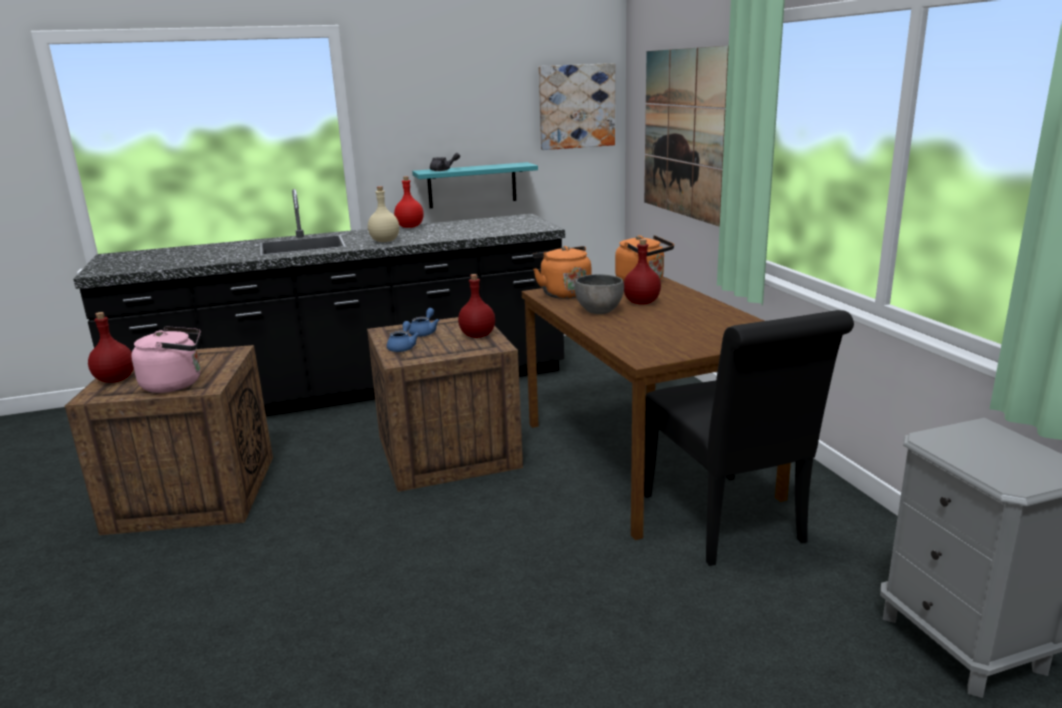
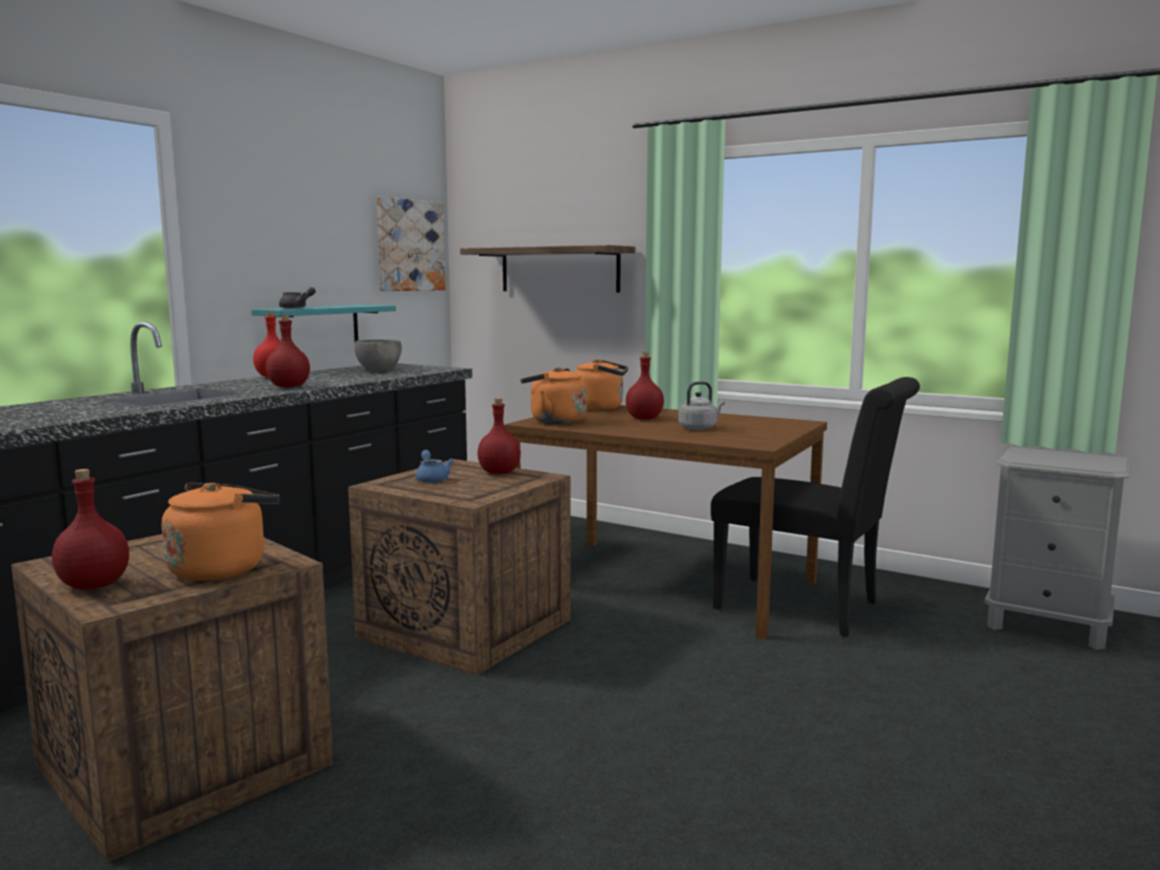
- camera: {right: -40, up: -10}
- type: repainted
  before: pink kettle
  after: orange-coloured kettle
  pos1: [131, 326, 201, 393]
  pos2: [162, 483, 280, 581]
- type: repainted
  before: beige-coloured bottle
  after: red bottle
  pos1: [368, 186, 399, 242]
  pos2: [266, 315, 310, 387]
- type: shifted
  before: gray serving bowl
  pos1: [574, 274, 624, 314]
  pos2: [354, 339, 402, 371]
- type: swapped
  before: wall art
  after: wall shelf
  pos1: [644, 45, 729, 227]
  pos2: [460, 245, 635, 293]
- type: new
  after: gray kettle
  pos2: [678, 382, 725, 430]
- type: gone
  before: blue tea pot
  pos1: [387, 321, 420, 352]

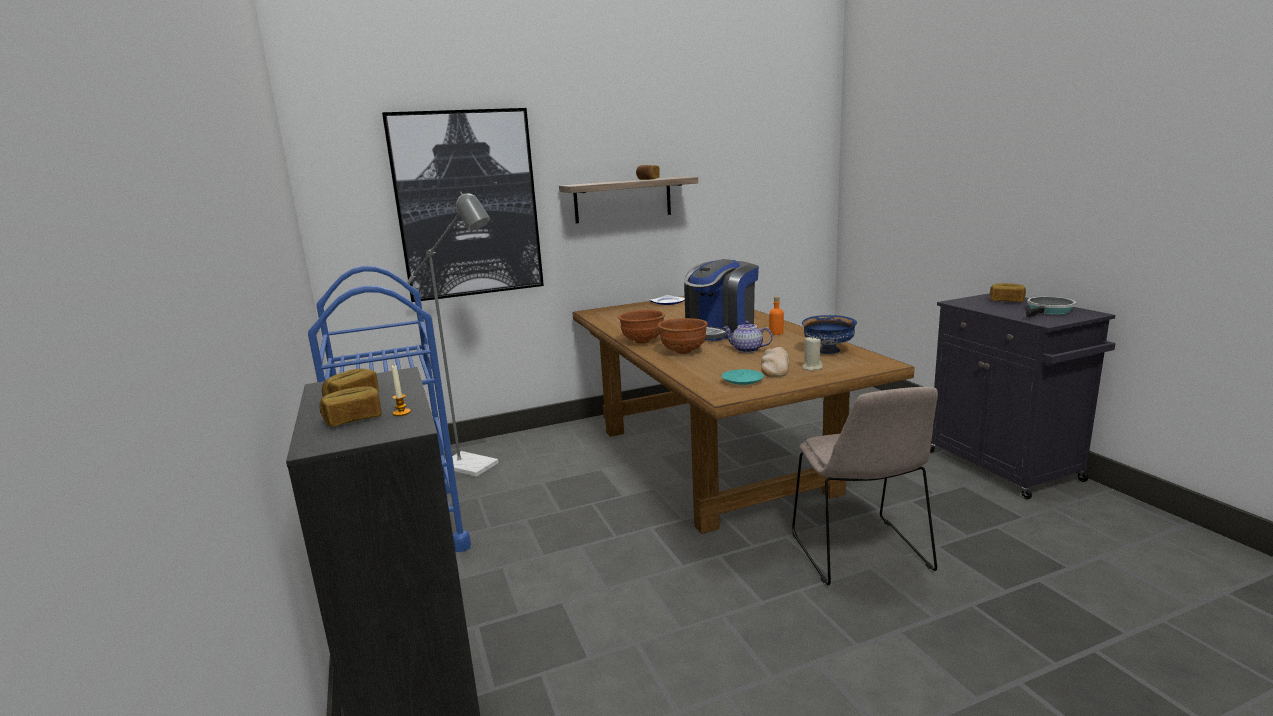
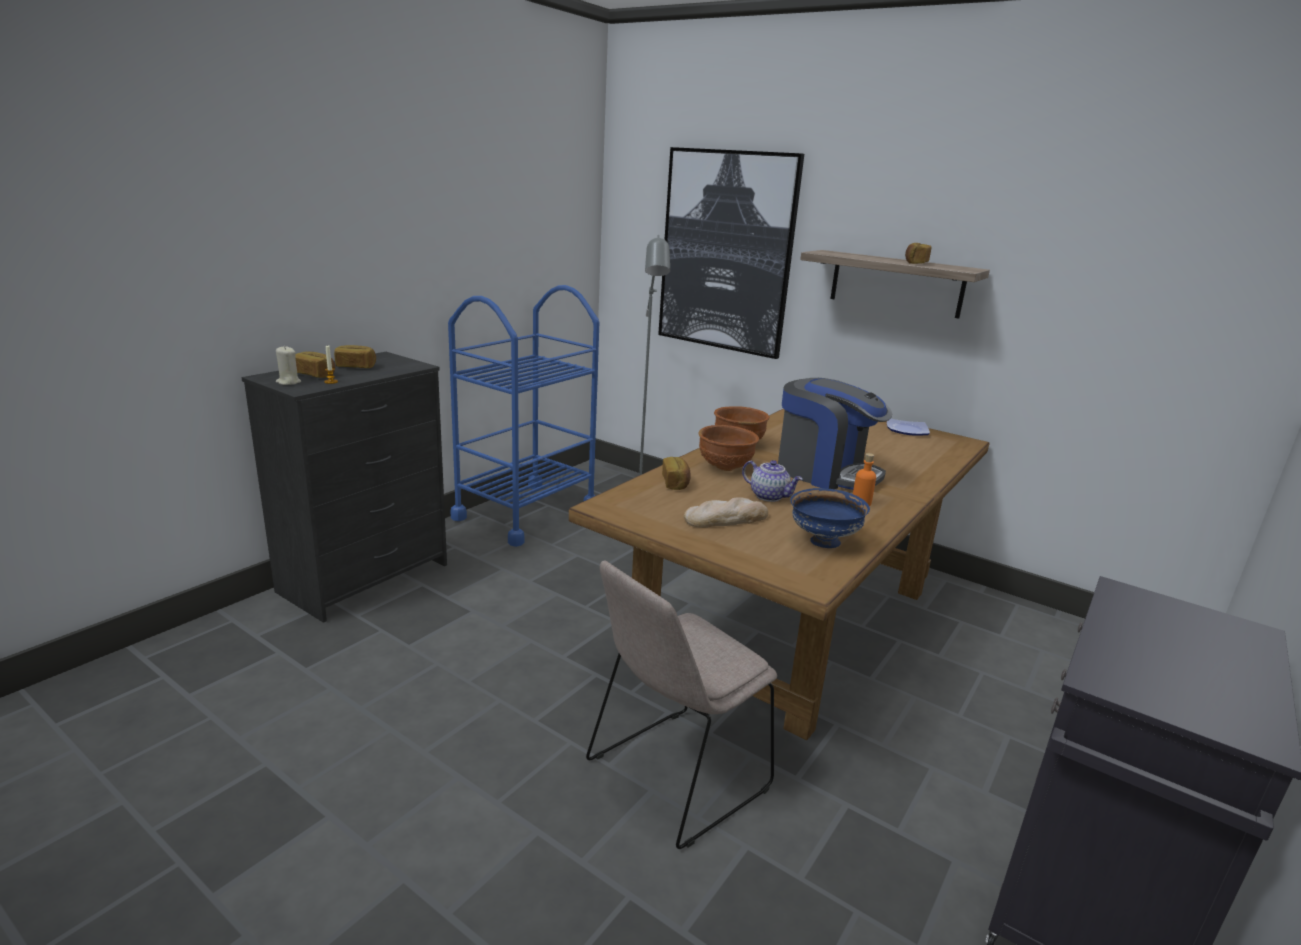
- camera: {right: 55, up: 5}
- type: shifted
  before: beige-coloured wax candle
  pos1: [802, 337, 823, 371]
  pos2: [276, 346, 301, 385]
- type: shifted
  before: bread
  pos1: [990, 283, 1026, 302]
  pos2: [662, 457, 691, 490]
- type: rotated
  before: tea pot
  pos1: [723, 321, 773, 353]
  pos2: [742, 460, 803, 502]
  turn: 135
- type: rotated
  before: coffee brewer
  pos1: [684, 259, 759, 341]
  pos2: [778, 378, 892, 490]
  turn: -150
- type: gone
  before: turquoise-coloured plate
  pos1: [722, 369, 764, 385]
- type: gone
  before: skillet
  pos1: [1026, 297, 1076, 318]

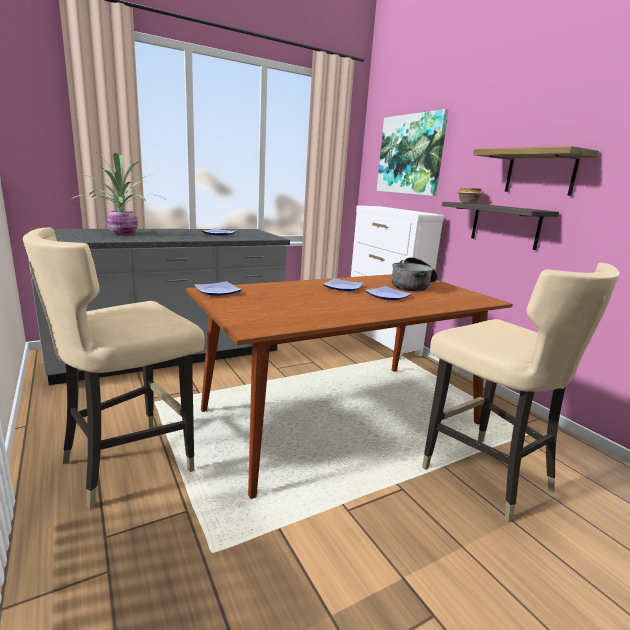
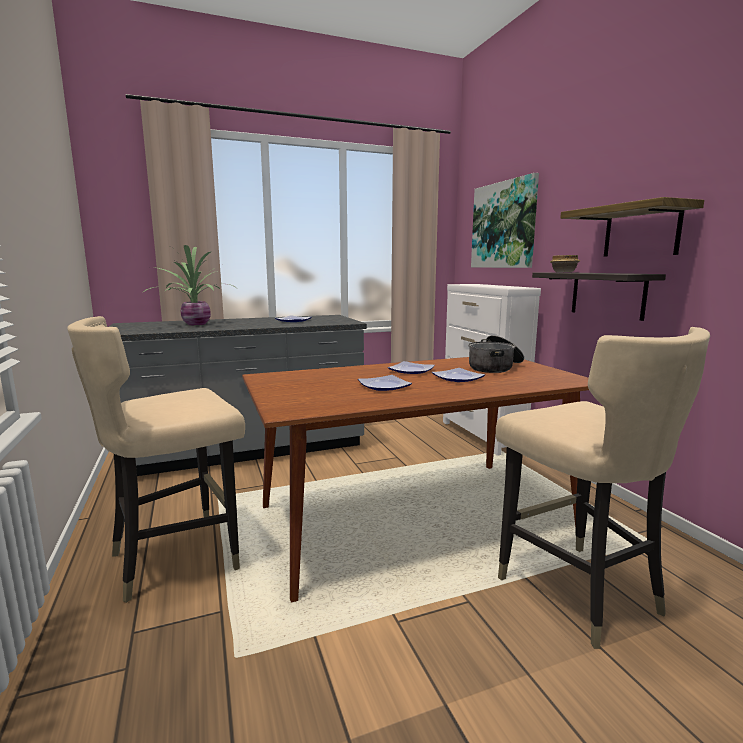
- camera: {right: 10, up: -5}
- type: shifted
  before: plate
  pos1: [194, 281, 242, 296]
  pos2: [358, 375, 412, 391]

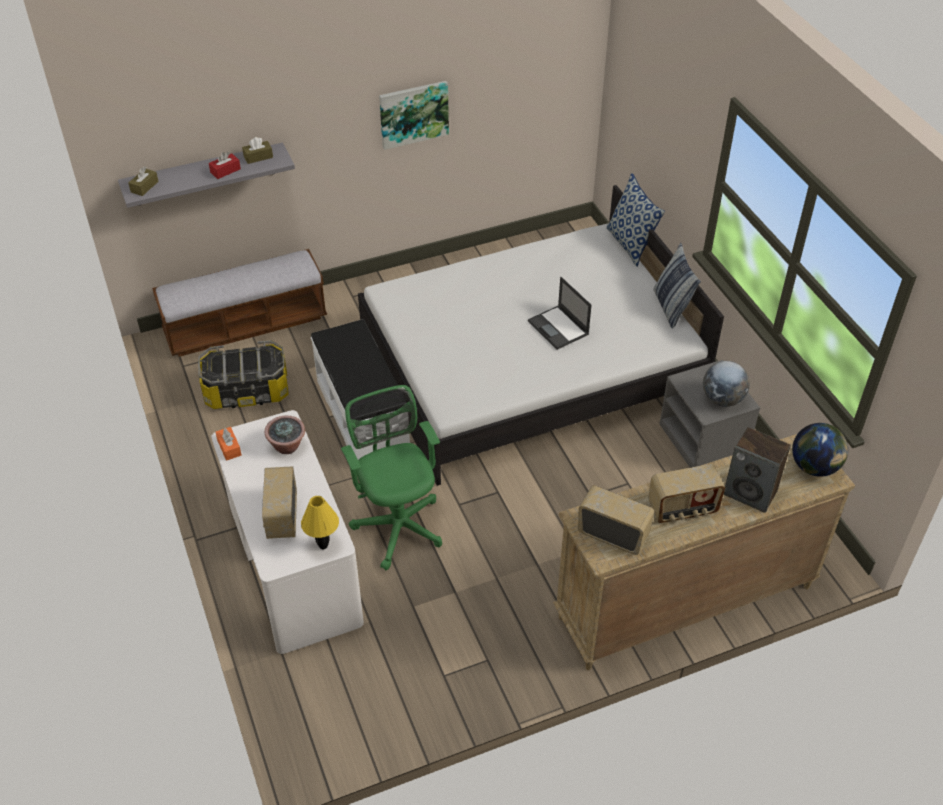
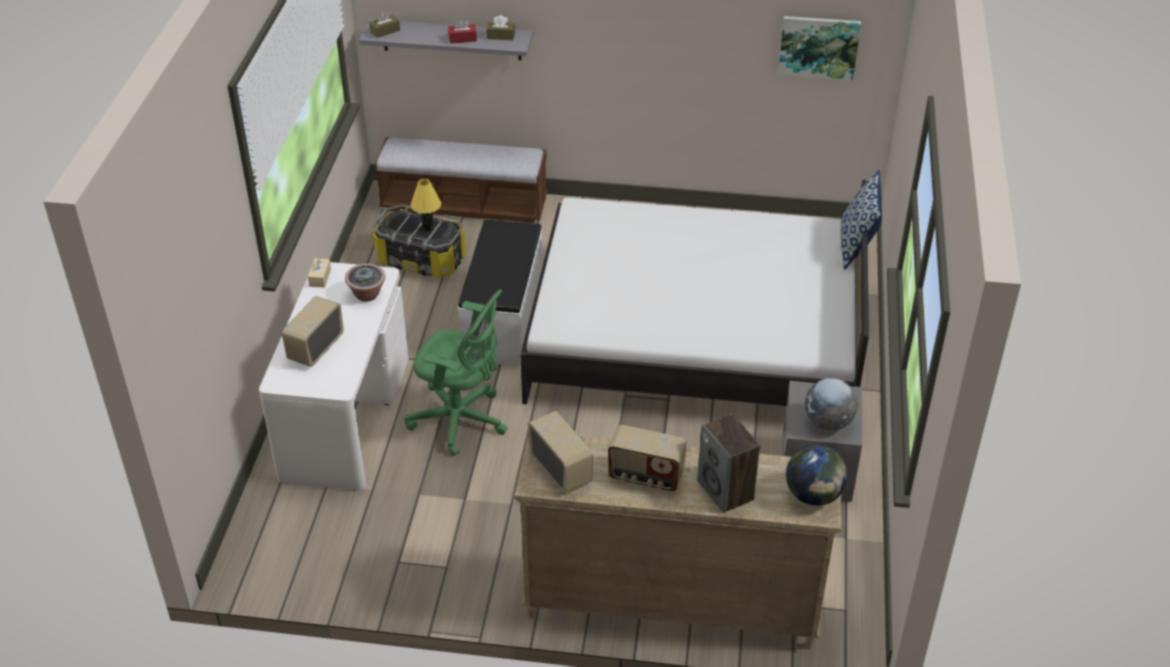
- camera: {right: 30, up: -5}
- type: repainted
  before: orange-coloured tissue box
  after: beige-coloured tissue box
  pos1: [215, 427, 242, 461]
  pos2: [308, 256, 331, 288]
- type: rotated
  before: green computer chair
  pos1: [341, 385, 442, 570]
  pos2: [404, 290, 507, 456]
  turn: 105
- type: shifted
  before: yellow lamp for a table
  pos1: [301, 496, 339, 549]
  pos2: [411, 179, 441, 231]
- type: shifted
  before: wall art
  pos1: [379, 81, 449, 150]
  pos2: [778, 16, 861, 81]
- type: gone
  before: notebook computer
  pos1: [528, 277, 591, 350]
- type: gone
  before: throw pillow
  pos1: [653, 243, 701, 329]

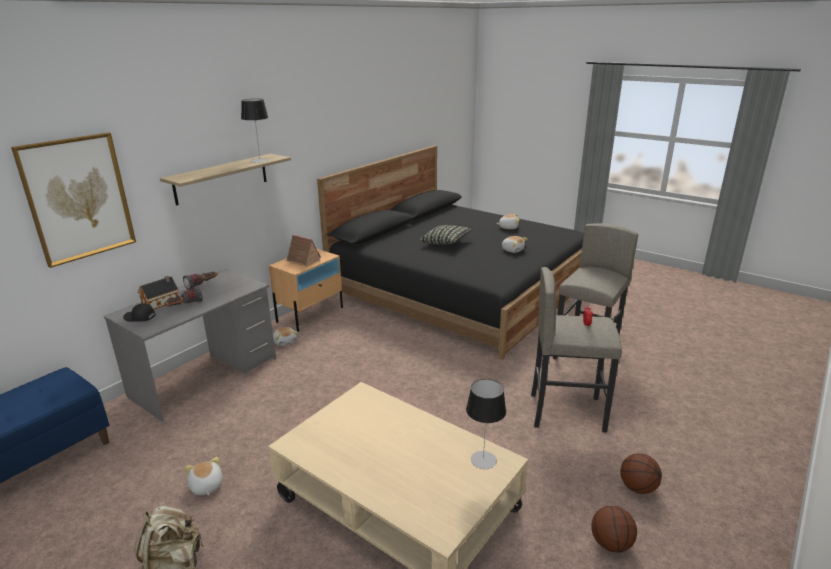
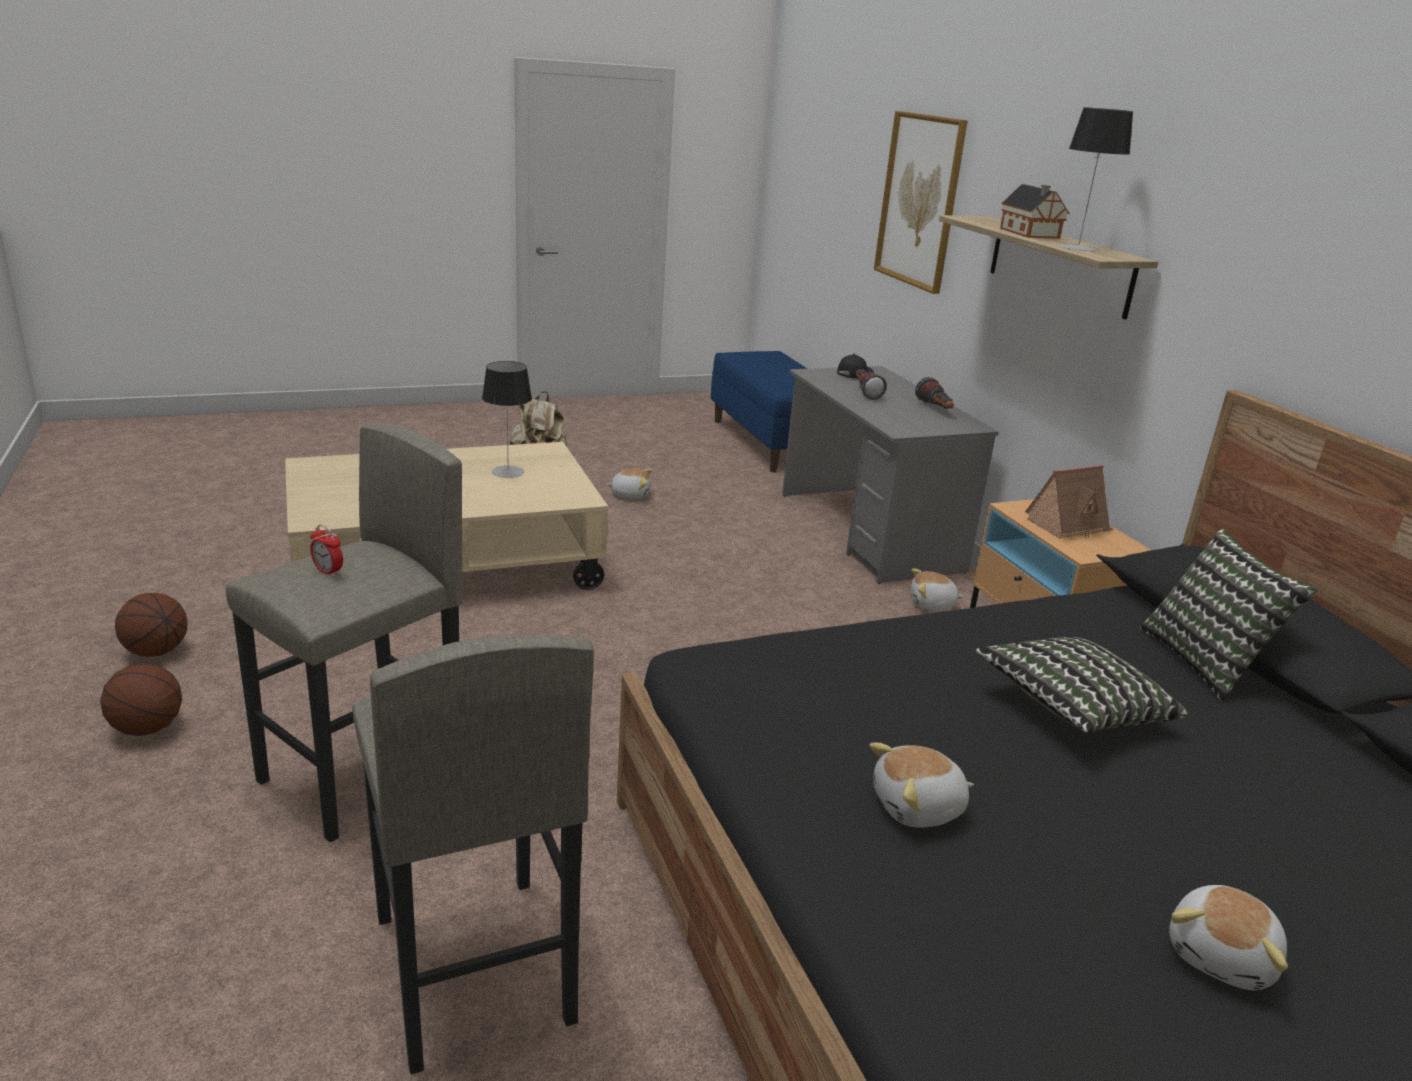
- camera: {right: 120, up: 0}
- type: shifted
  before: lamp for a table
  pos1: [466, 379, 506, 469]
  pos2: [482, 361, 532, 478]
- type: shifted
  before: toy house
  pos1: [138, 276, 179, 309]
  pos2: [1000, 184, 1070, 239]
- type: new
  after: throw pillow
  pos2: [1140, 529, 1318, 701]

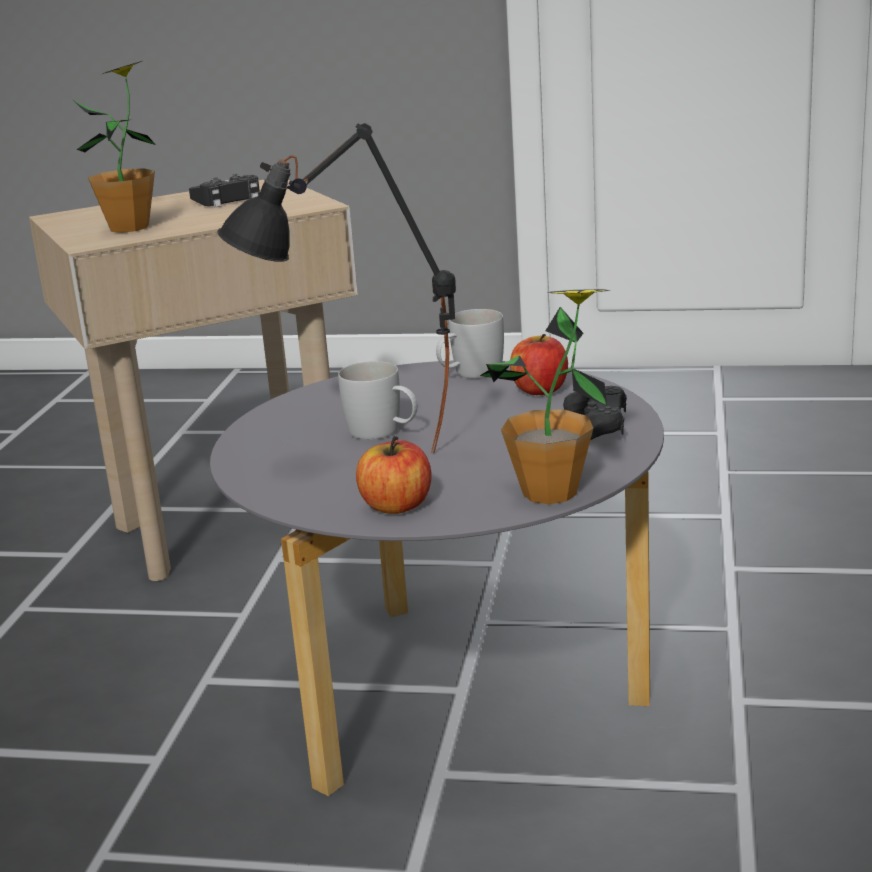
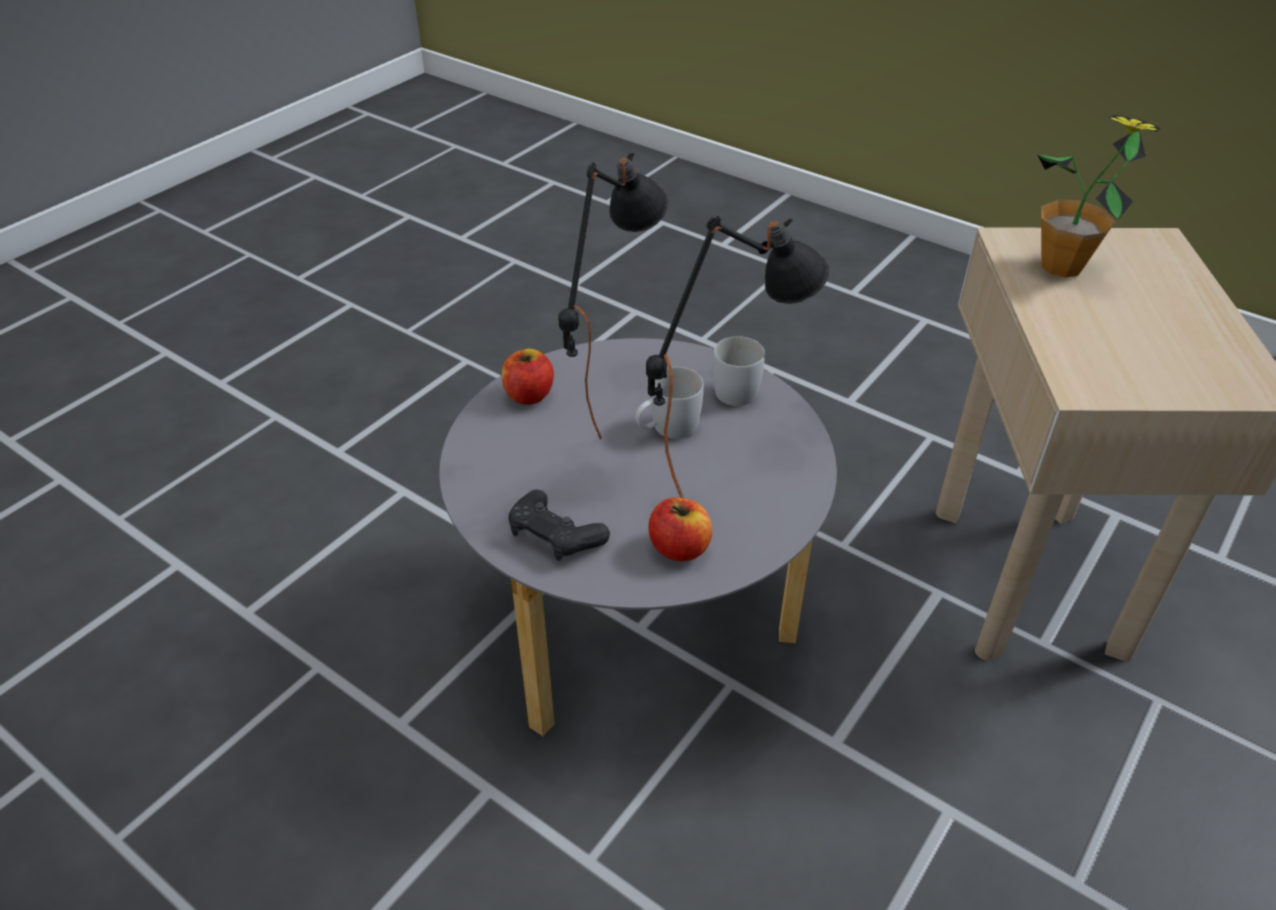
- camera: {right: 115, up: 20}
- type: new
  after: black-coloured lamp for a table
  pos2: [646, 216, 829, 498]
- type: shifted
  before: white-coloured tea mug
  pos1: [436, 309, 504, 379]
  pos2: [713, 336, 765, 406]
- type: gone
  before: black-coloured gamepad
  pos1: [189, 174, 260, 207]
- type: gone
  before: plant in a pot
  pos1: [480, 289, 611, 504]

